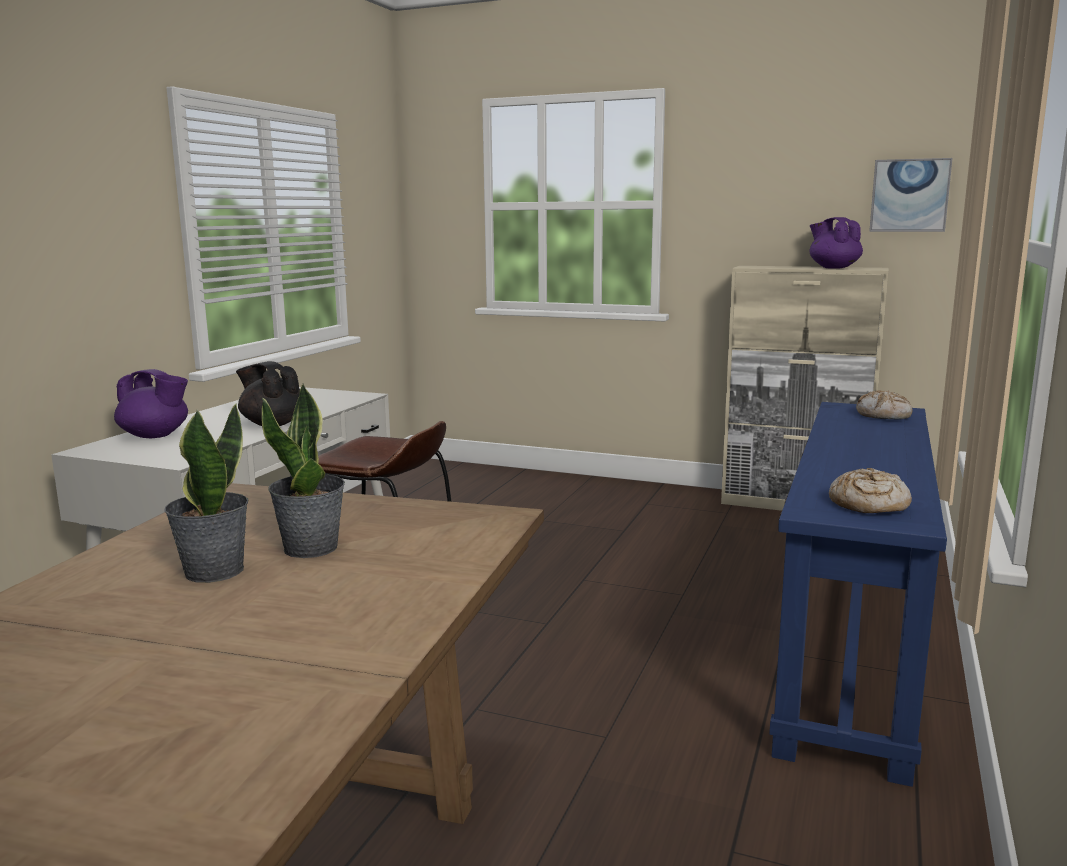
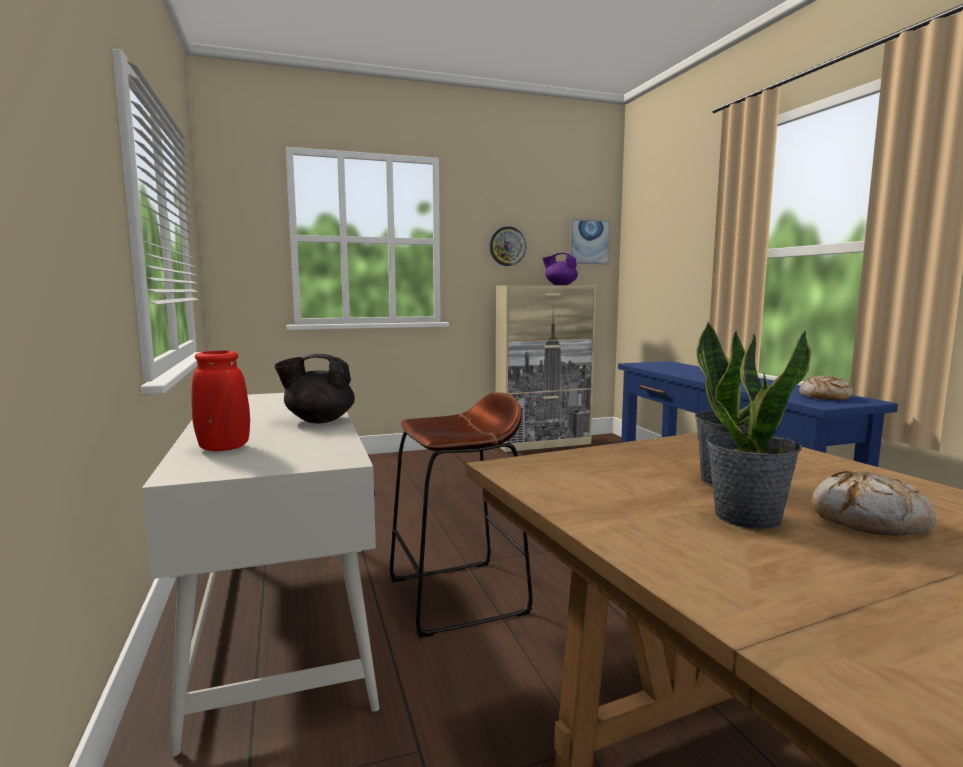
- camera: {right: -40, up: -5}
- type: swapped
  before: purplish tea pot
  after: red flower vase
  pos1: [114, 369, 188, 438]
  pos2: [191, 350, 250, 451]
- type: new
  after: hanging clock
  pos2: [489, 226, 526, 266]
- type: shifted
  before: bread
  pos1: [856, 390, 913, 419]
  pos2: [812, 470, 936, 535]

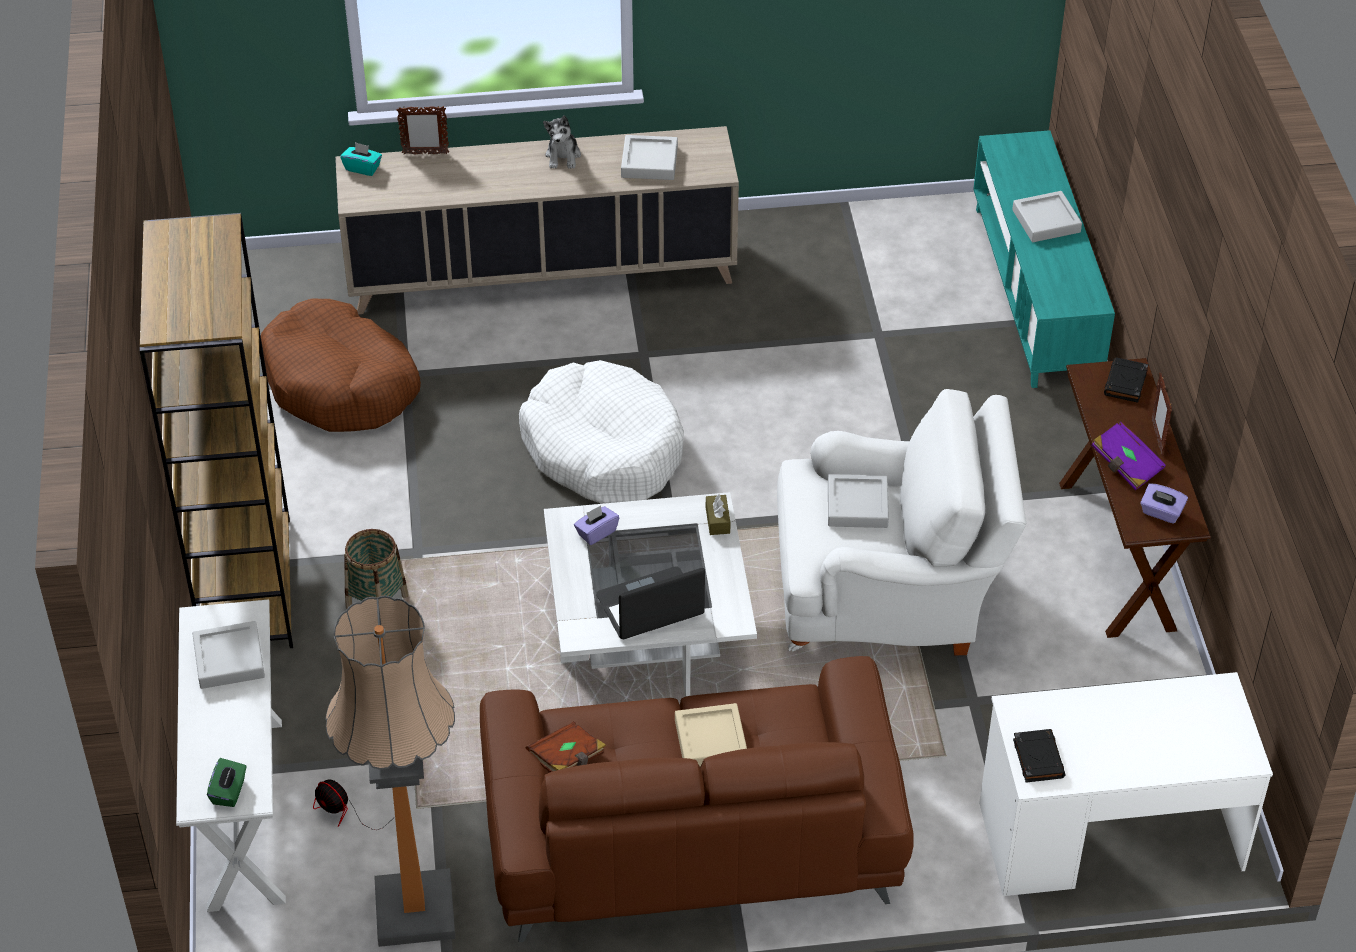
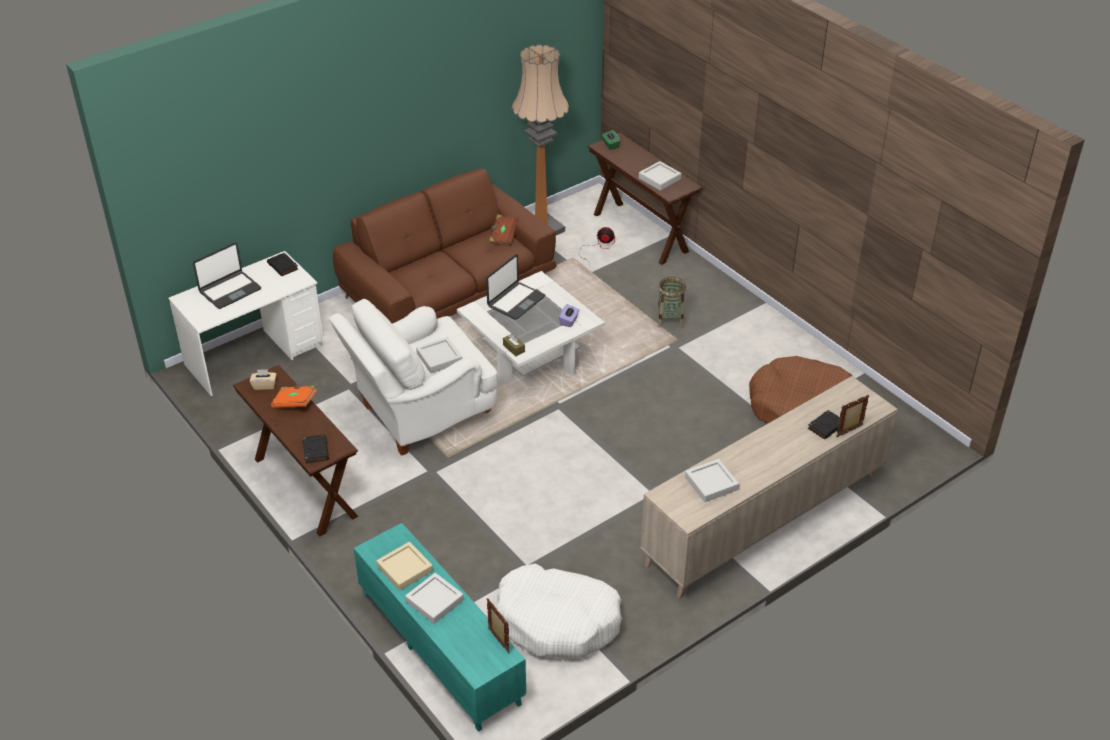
- camera: {right: 150, up: -5}
- type: new
  after: notebook computer
  pos2: [193, 243, 261, 309]
- type: repainted
  before: purplish tissue box
  after: beige-coloured tissue box
  pos1: [1140, 483, 1188, 524]
  pos2: [250, 369, 276, 390]
- type: repainted
  before: purplish book
  after: orange-coloured book
  pos1: [1091, 420, 1166, 490]
  pos2: [271, 385, 317, 408]
- type: shifted
  before: beige-coloured tray
  pos1: [675, 703, 747, 766]
  pos2: [376, 542, 433, 591]
- type: shifted
  before: photo frame
  pos1: [1152, 373, 1172, 455]
  pos2: [487, 598, 509, 653]
- type: shifted
  before: white-coloured dog bed
  pos1: [519, 360, 684, 504]
  pos2: [497, 564, 622, 658]
- type: repainted
  before: white-coloured narrow table
  after: brown-coloured narrow table
  pos1: [176, 599, 286, 912]
  pos2: [587, 133, 703, 265]
- type: new
  after: black-coloured book
  pos2: [808, 410, 840, 439]
- type: gone
  before: brown-coloured shelving unit
  pos1: [139, 213, 293, 648]
- type: gone
  before: turquoise-coloured tissue box
  pos1: [341, 142, 382, 176]
- type: gone
  before: plush toy
  pos1: [543, 115, 581, 169]

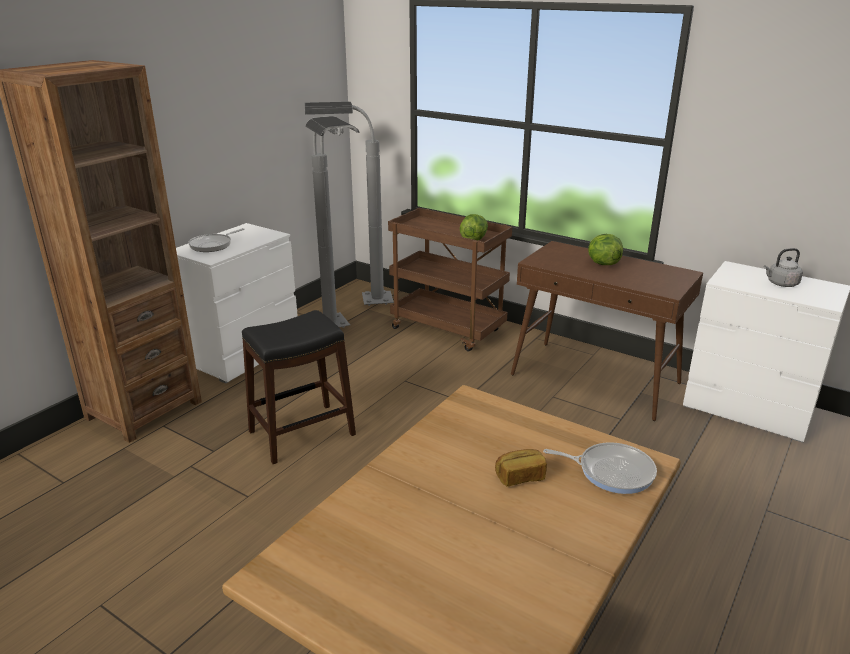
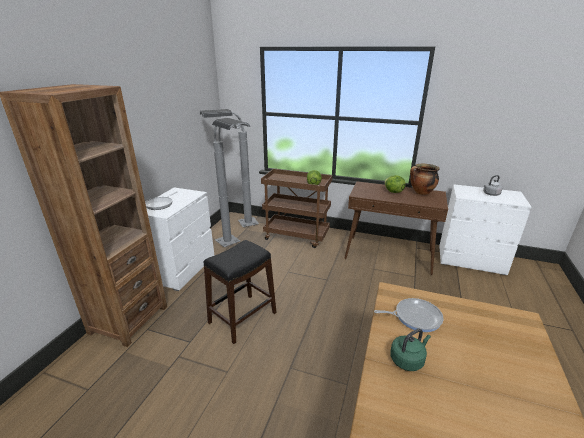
- camera: {right: -15, up: 0}
- type: shifted
  before: skillet
  pos1: [543, 442, 657, 494]
  pos2: [374, 298, 444, 332]
- type: new
  after: green kettle
  pos2: [390, 328, 431, 371]
- type: new
  after: saucepot
  pos2: [410, 164, 440, 195]
- type: gone
  before: bread
  pos1: [495, 449, 547, 487]

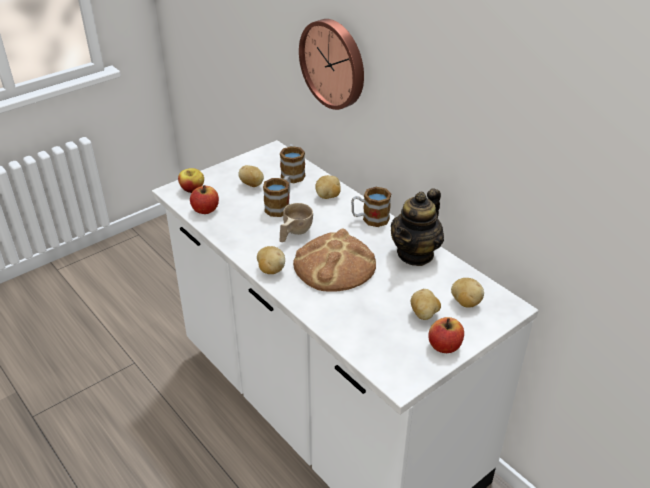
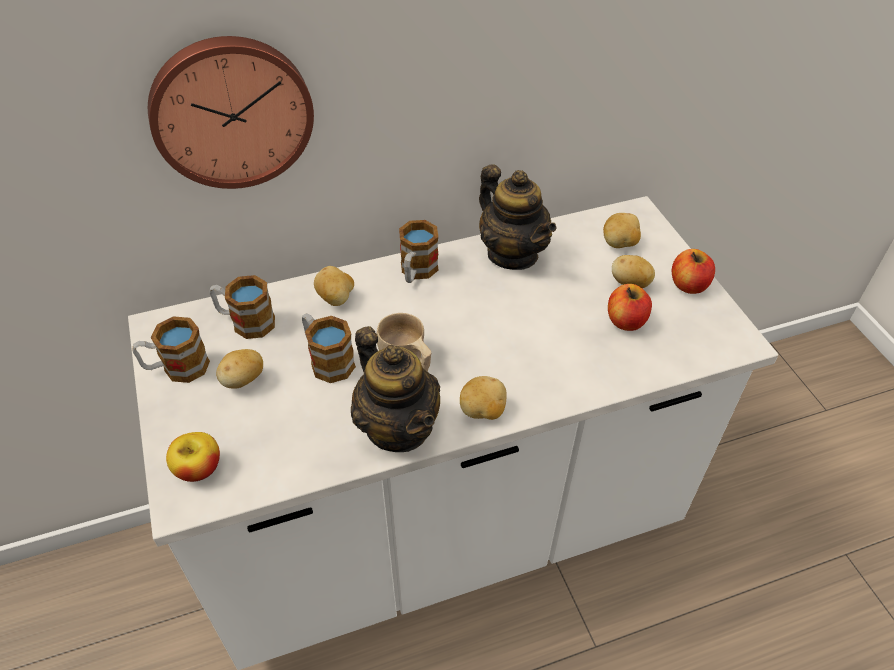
- camera: {right: -70, up: 10}
- type: new
  after: tea mug
  pos2: [132, 316, 210, 383]
- type: new
  after: tea pot
  pos2: [351, 326, 440, 452]
- type: shifted
  before: apple
  pos1: [190, 185, 219, 214]
  pos2: [608, 284, 652, 331]
- type: gone
  before: bread
  pos1: [293, 229, 376, 292]

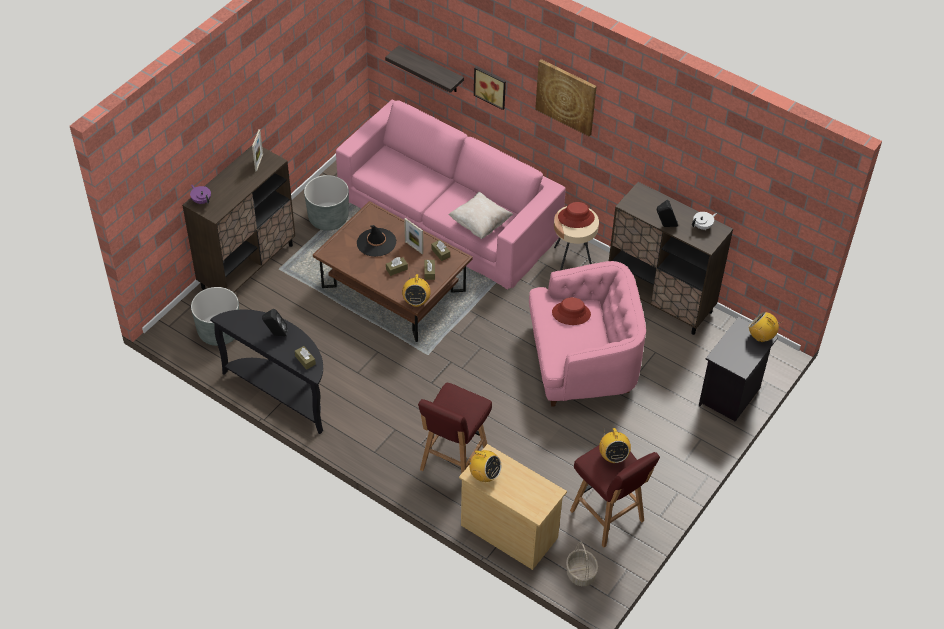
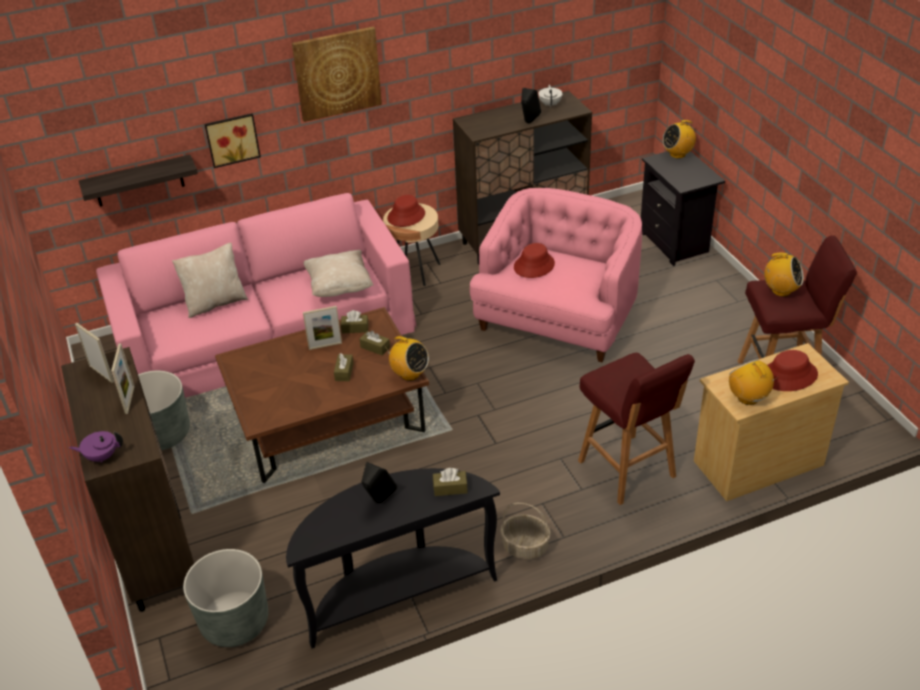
- camera: {right: -55, up: -10}
- type: new
  after: photo frame
  pos2: [111, 343, 135, 414]
- type: new
  after: beige-coloured throw pillow
  pos2: [172, 243, 248, 318]
- type: shifted
  before: storage basket
  pos1: [566, 542, 598, 586]
  pos2: [500, 503, 550, 560]
- type: rotated
  before: radio set
  pos1: [467, 450, 501, 482]
  pos2: [729, 360, 779, 405]
  turn: -90
- type: new
  after: red hat
  pos2: [767, 350, 818, 391]
- type: gone
  before: black-coloured hat
  pos1: [357, 225, 396, 257]

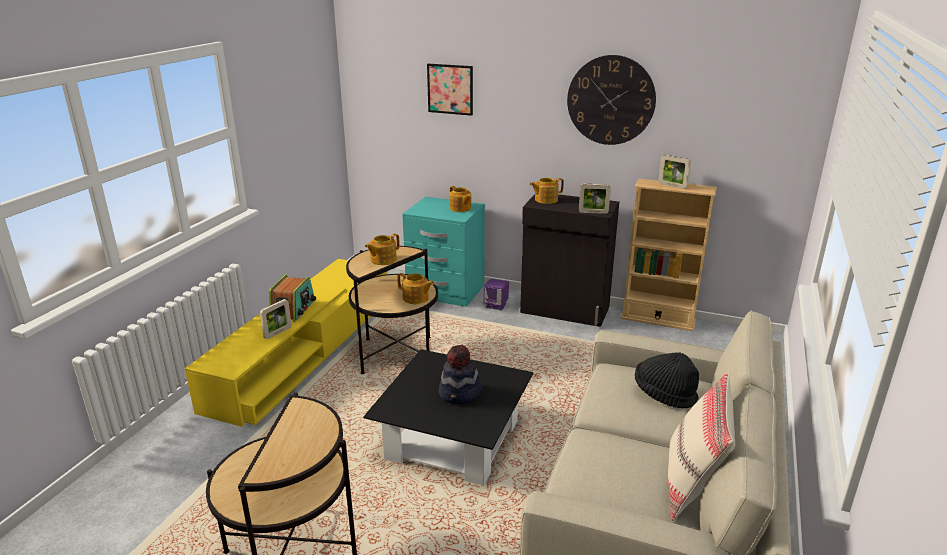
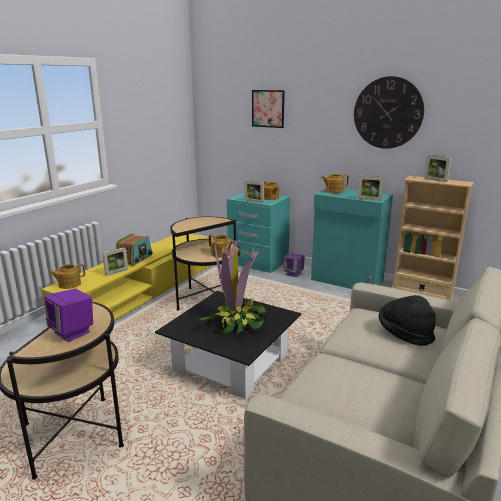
- camera: {right: 10, up: -5}
- type: new
  after: purplish loudspeaker
  pos2: [44, 288, 93, 342]
- type: shifted
  before: tea pot
  pos1: [365, 234, 400, 265]
  pos2: [49, 264, 85, 289]
- type: swapped
  before: hat
  after: plant in a pot
  pos1: [439, 345, 482, 404]
  pos2: [199, 237, 268, 334]
- type: new
  after: photo frame
  pos2: [244, 181, 264, 203]
- type: repainted
  before: black-coloured storage cabinet
  after: turquoise-coloured storage cabinet
  pos1: [520, 194, 619, 327]
  pos2: [311, 189, 393, 289]
- type: gone
  before: beige-coloured throw pillow
  pos1: [668, 372, 735, 521]

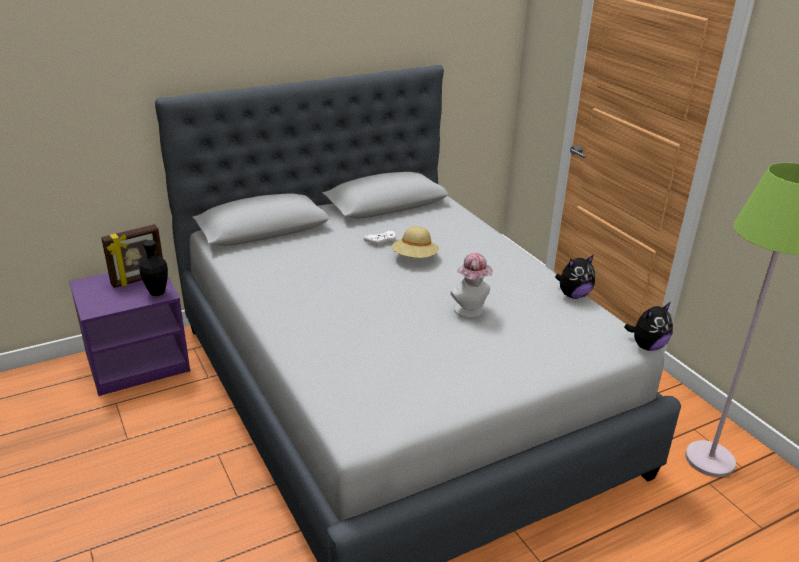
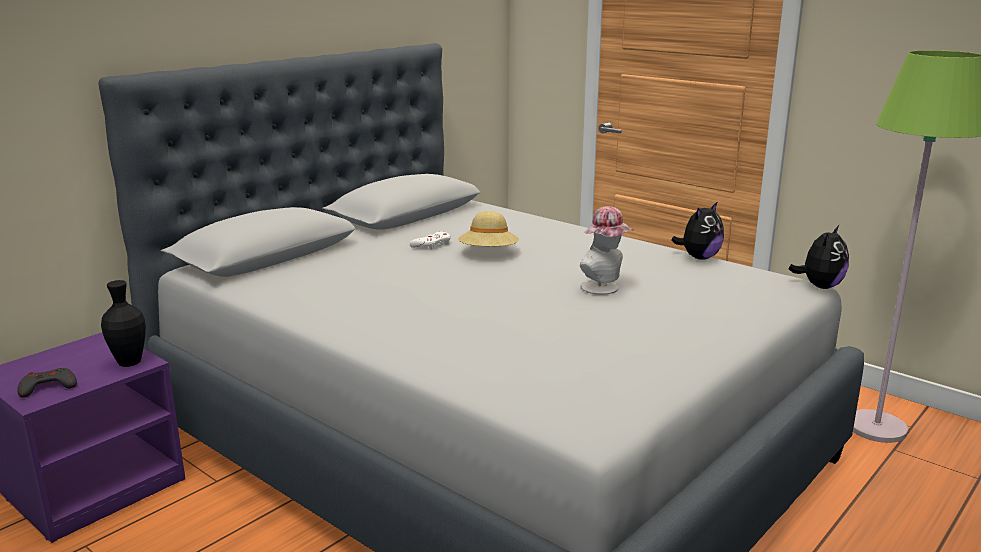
- camera: {right: -20, up: -10}
- type: new
  after: gray gamepad
  pos2: [17, 368, 77, 398]
- type: gone
  before: photo frame
  pos1: [101, 224, 163, 288]

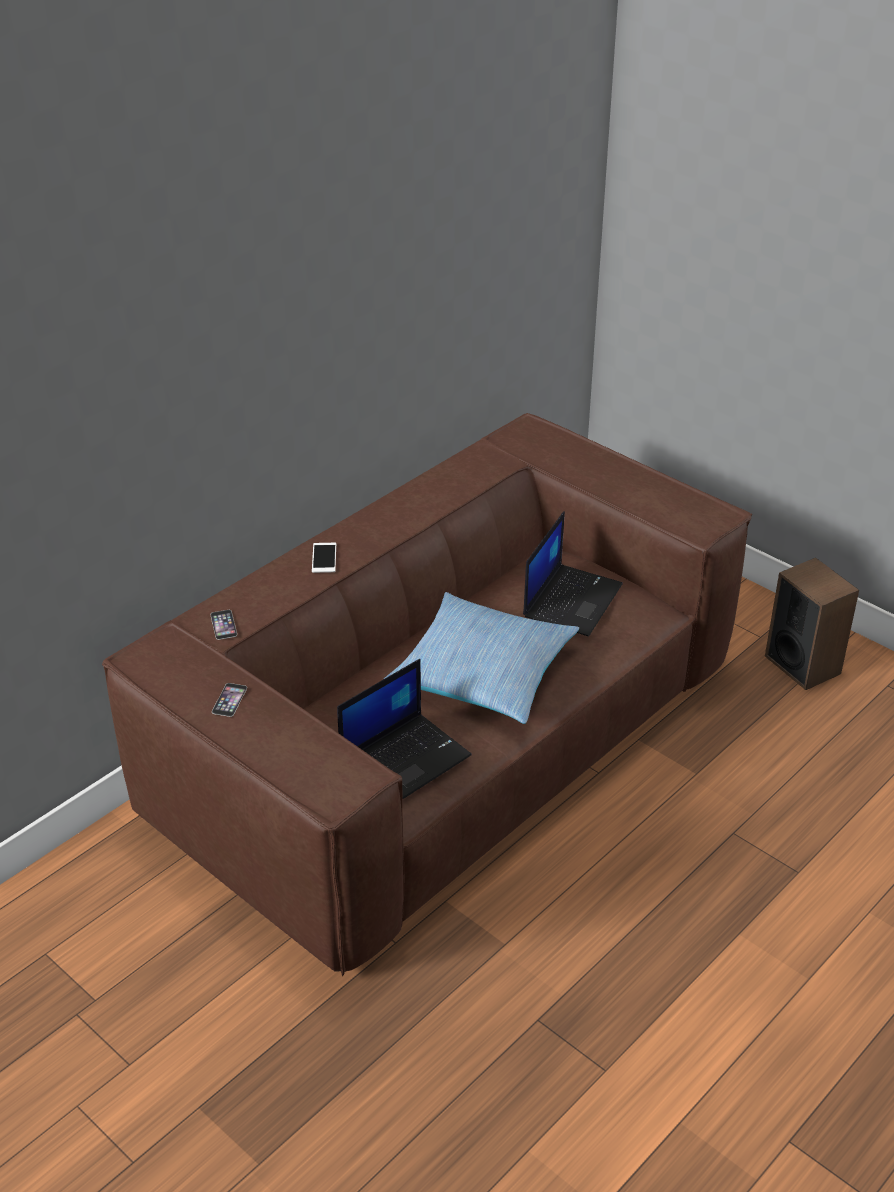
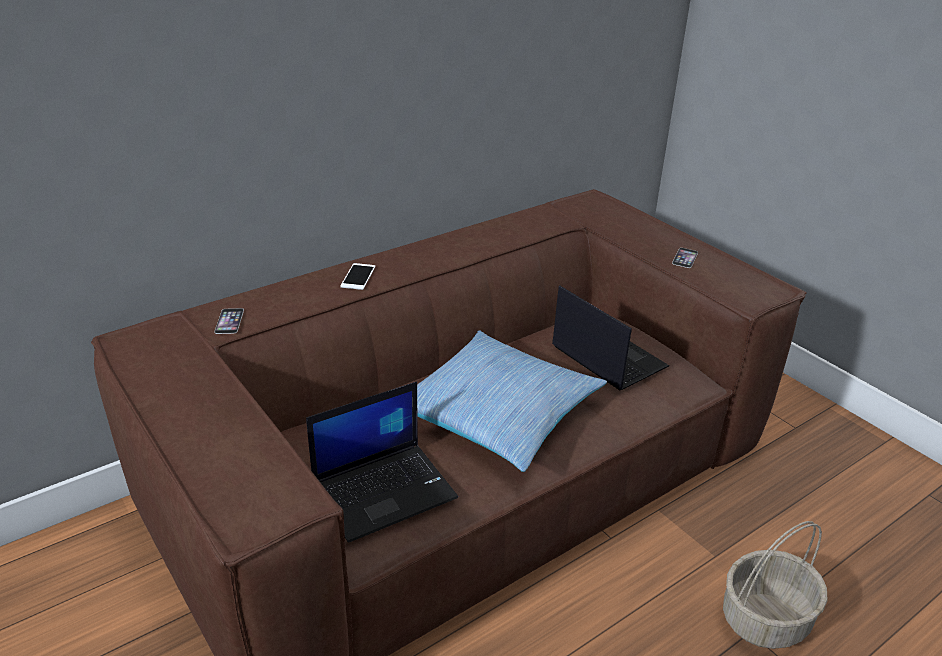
- camera: {right: 10, up: -5}
- type: rotated
  before: notebook computer
  pos1: [523, 511, 623, 636]
  pos2: [552, 285, 669, 390]
  turn: -75
- type: shifted
  before: phone
  pos1: [212, 683, 247, 717]
  pos2: [672, 248, 698, 268]
- type: new
  after: storage basket
  pos2: [723, 521, 828, 649]
- type: gone
  before: loudspeaker
  pos1: [765, 558, 859, 690]

